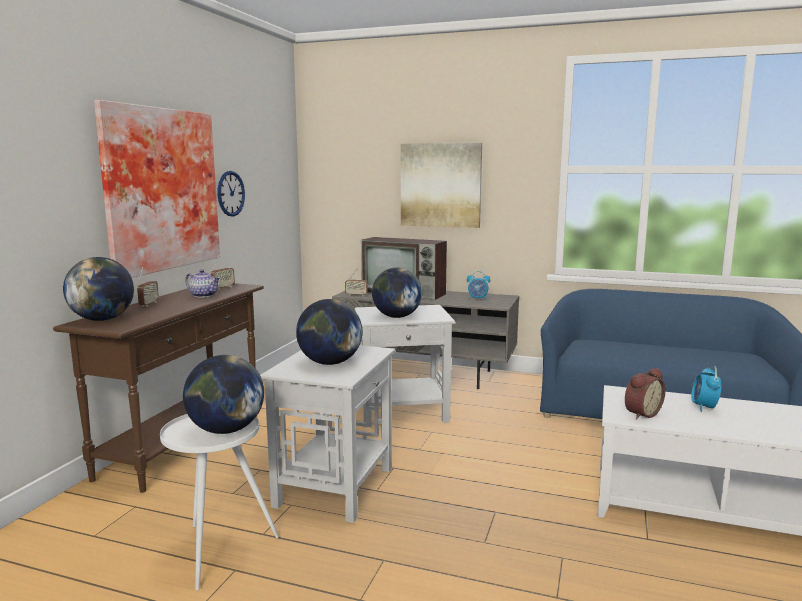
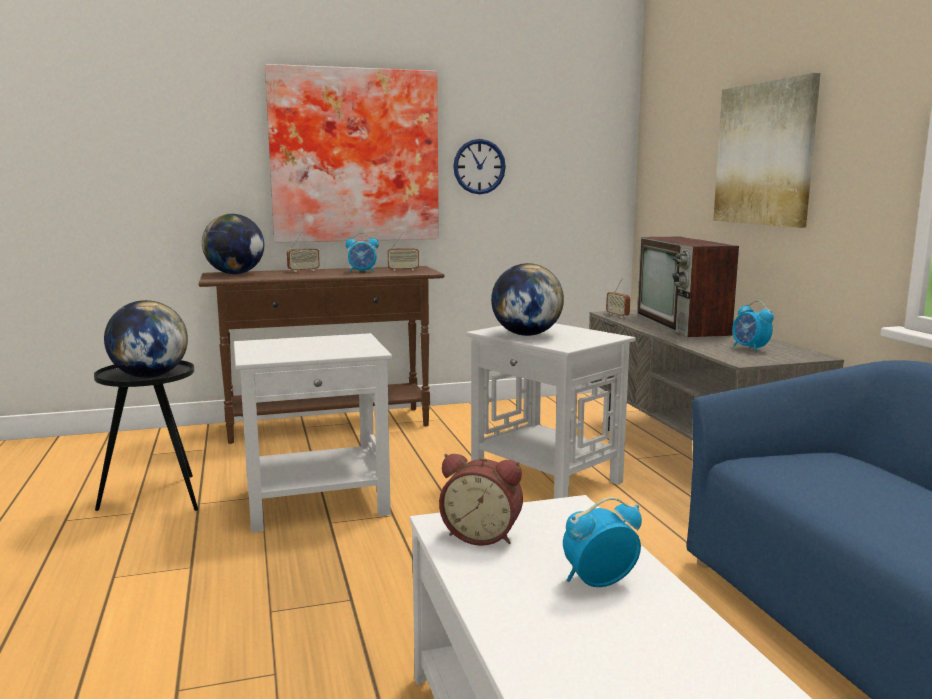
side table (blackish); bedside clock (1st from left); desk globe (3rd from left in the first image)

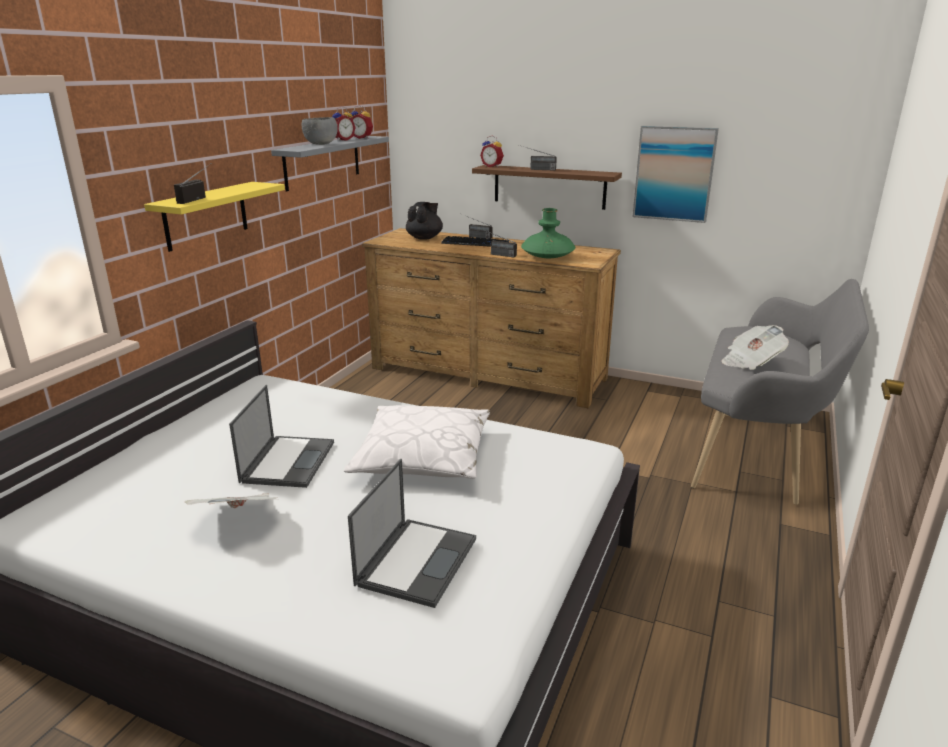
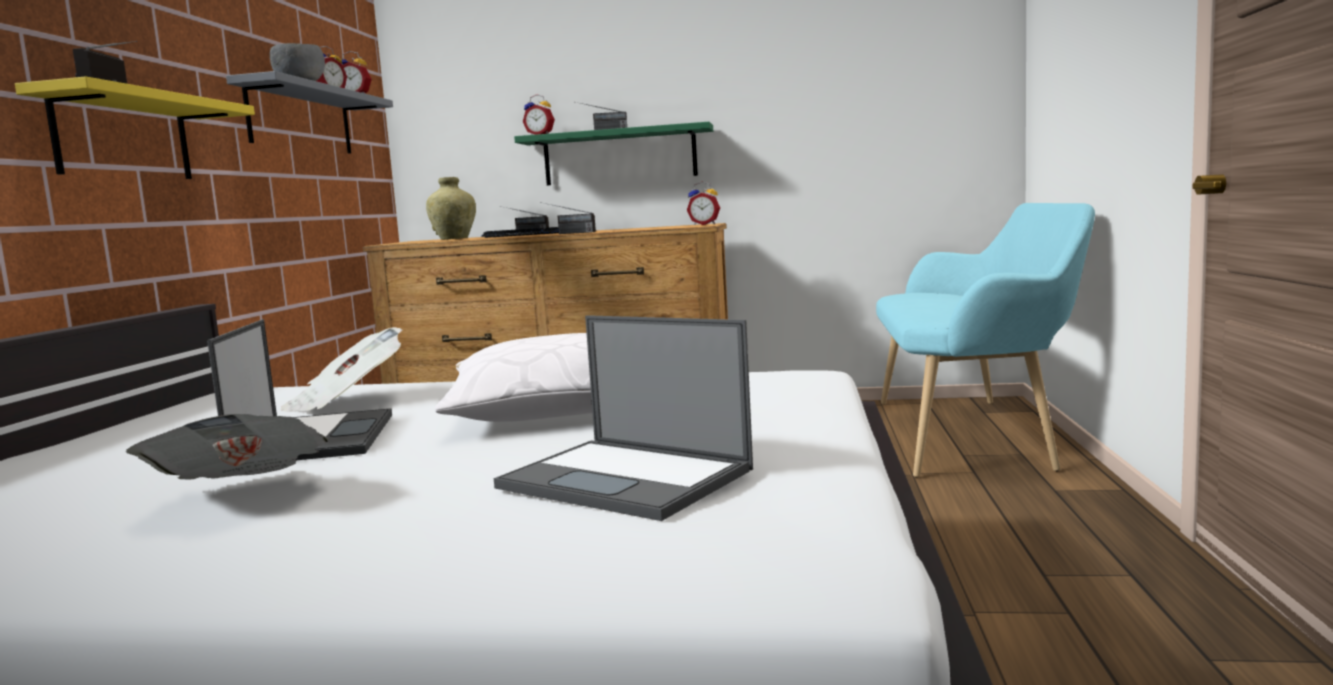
notebook computer (2nd from left); decorative vase (beige); shelf (greenish); decorative vase (greenish); wall art; indoor bench (blue-green); newspaper (2nd from left); bedside clock (4th from left)

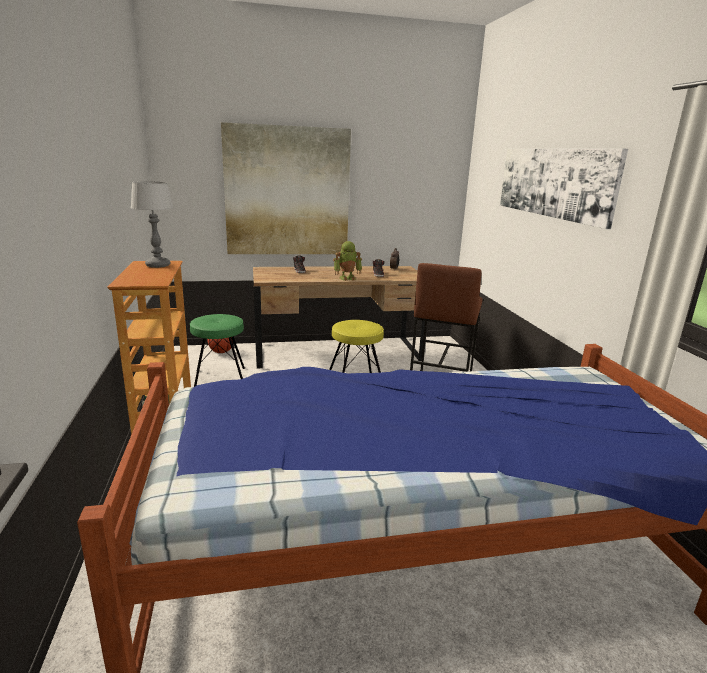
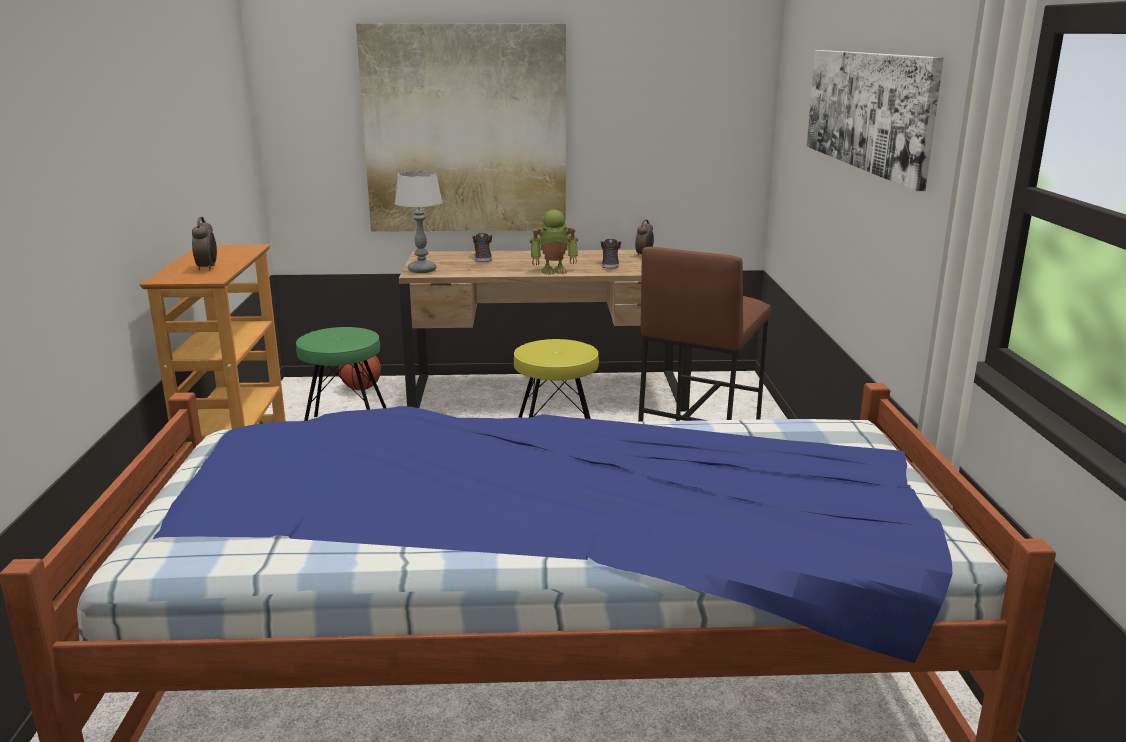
lamp for a table; bedside clock (1st from left)

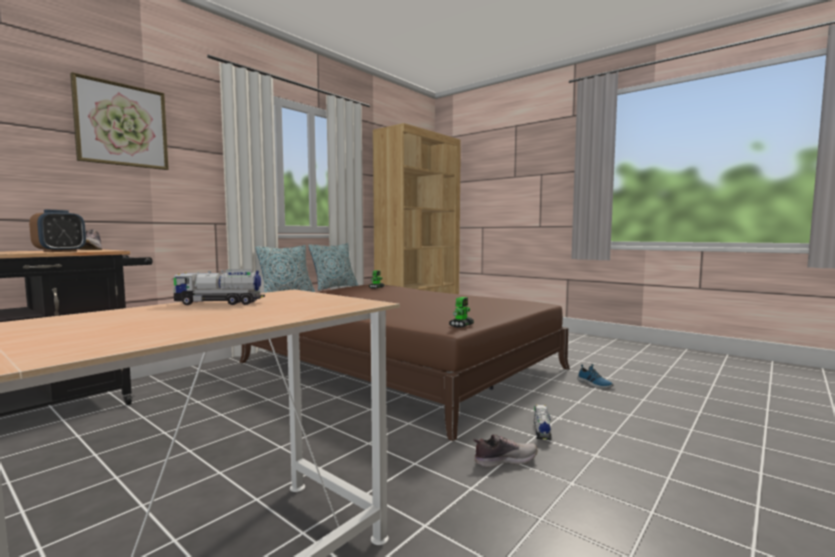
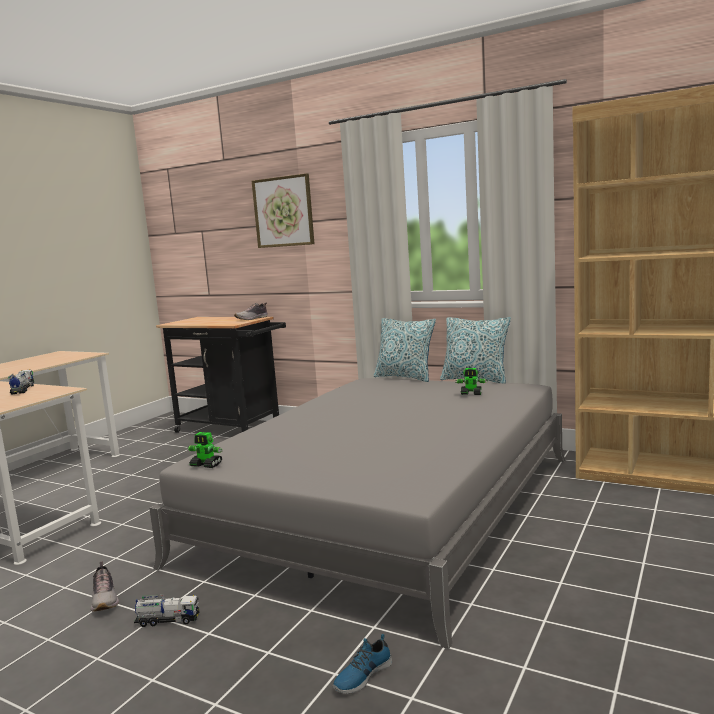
bedside clock; bedroom bed (gray)

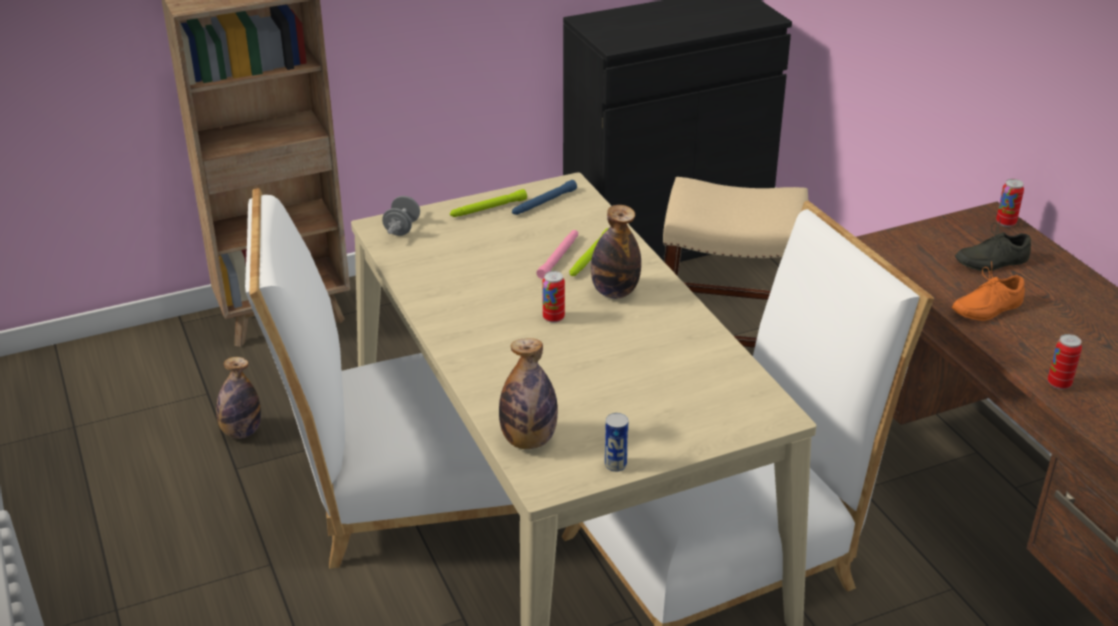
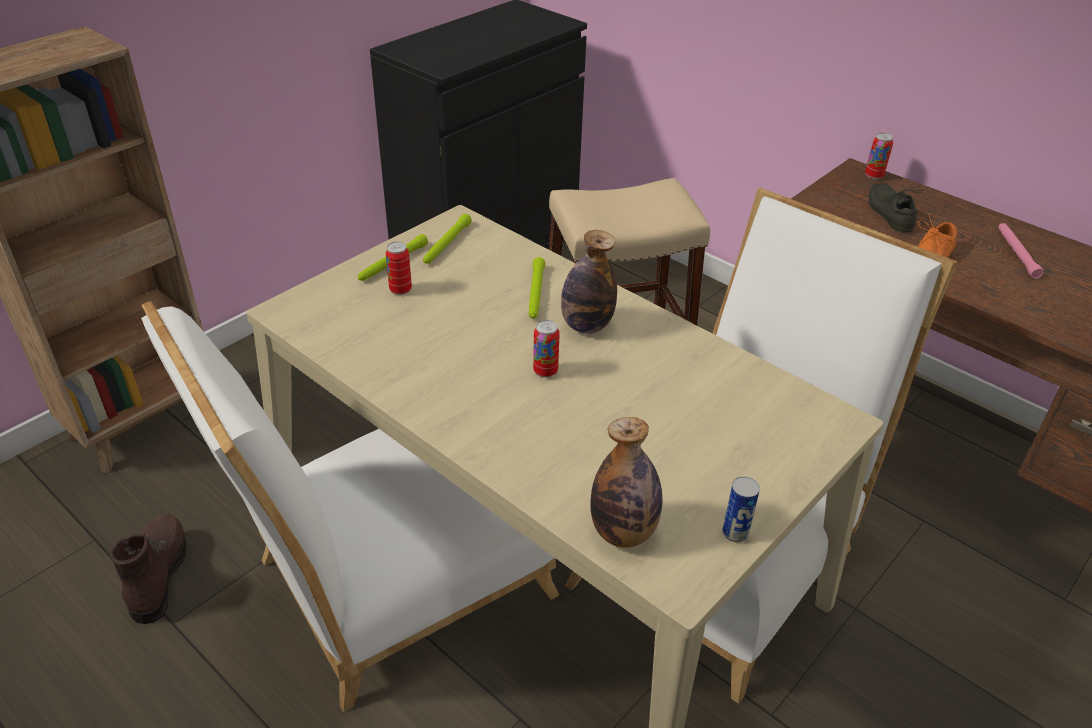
high-top boot (brown); hand weight (gray); flashlight (greenish) (2nd from left); flashlight (pink-coloured); shoe (gray); sealed can (1st from left)

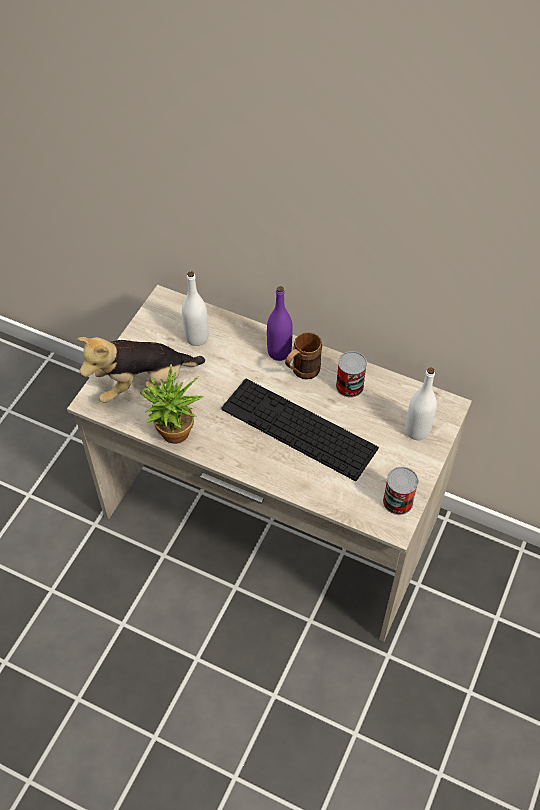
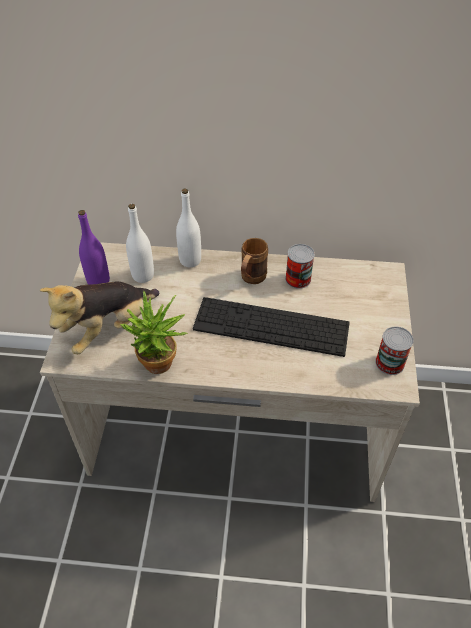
bottle (purplish); bottle (white-coloured) (2nd from left)

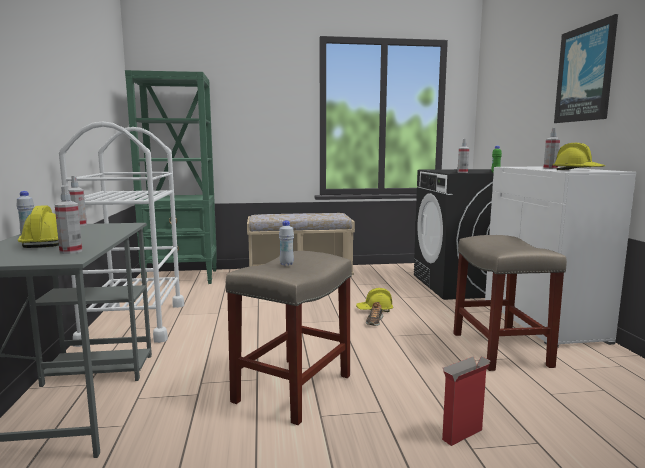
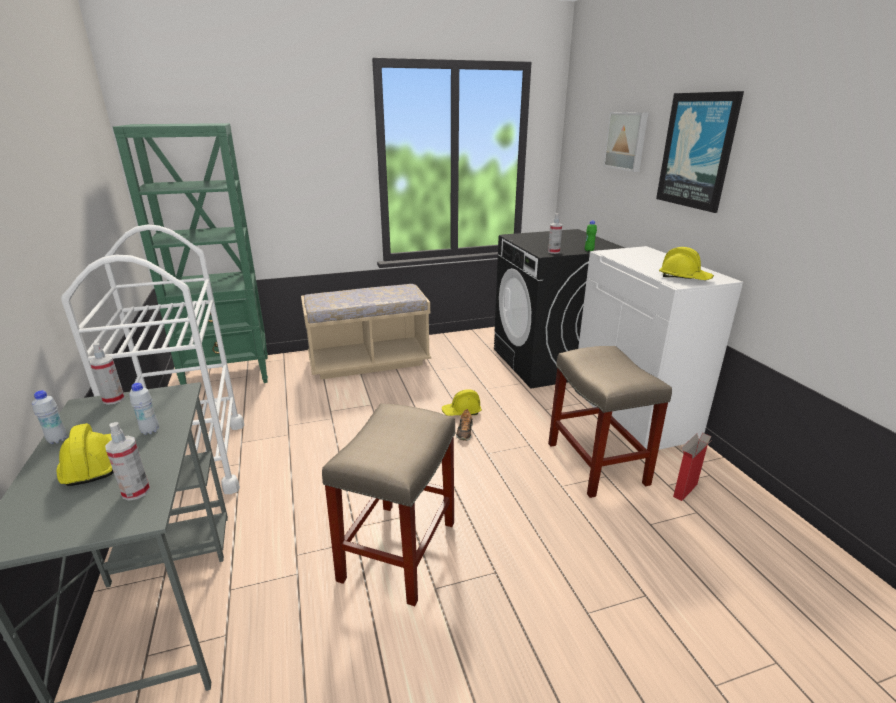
bottle (white-coloured) (2nd from left); carton; spray bottle (4th from left in the first image); wall art (1st from left)

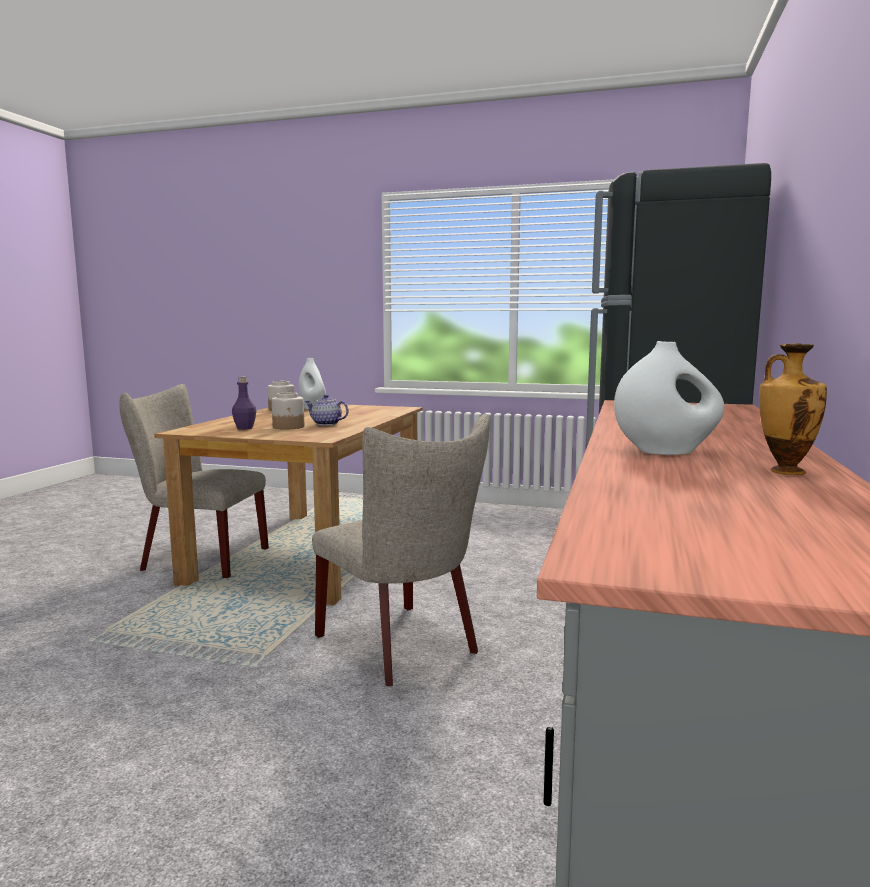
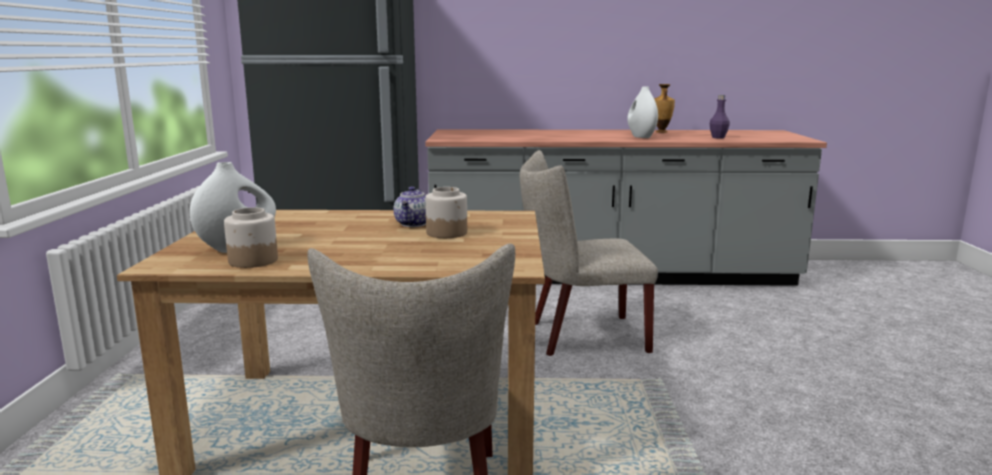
bottle (purplish); upright chair (beige) (2nd from left)

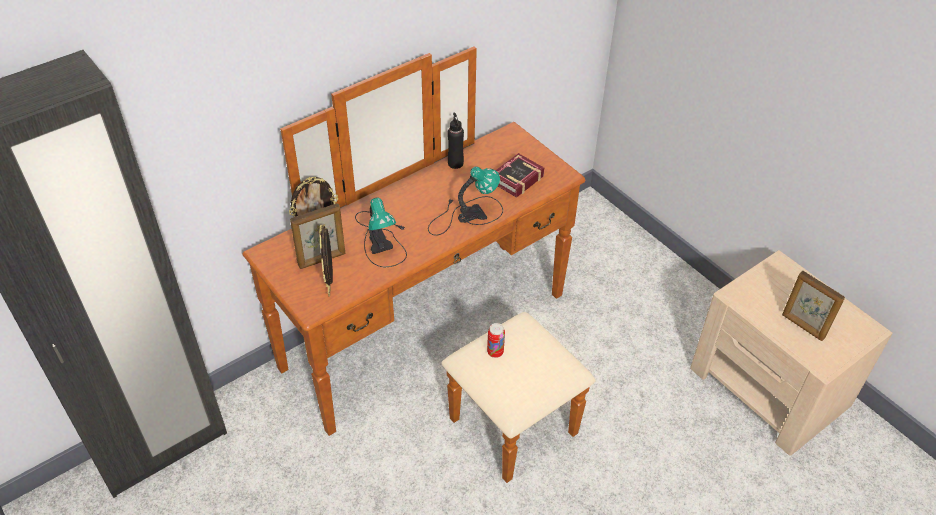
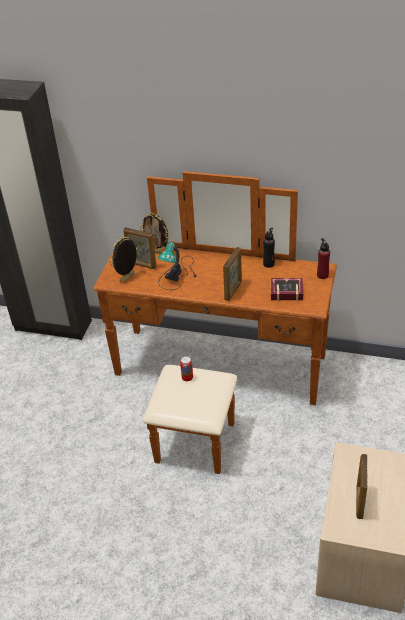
picture frame (4th from left); bottle (red-coloured)

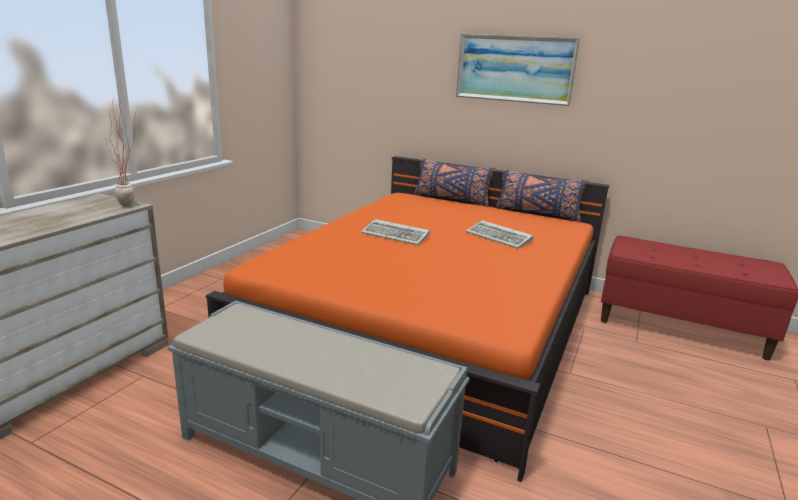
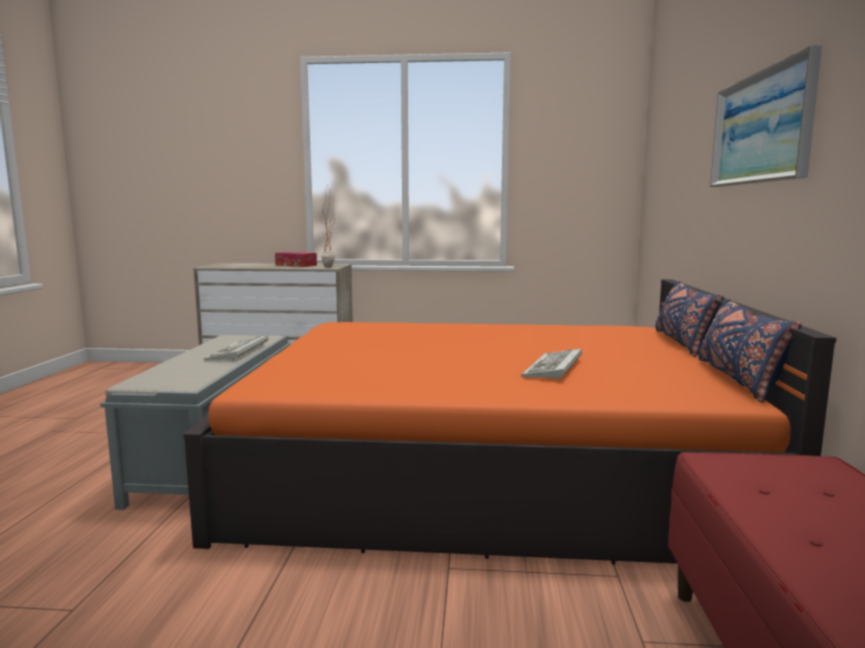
keyboard (1st from left); tissue box

